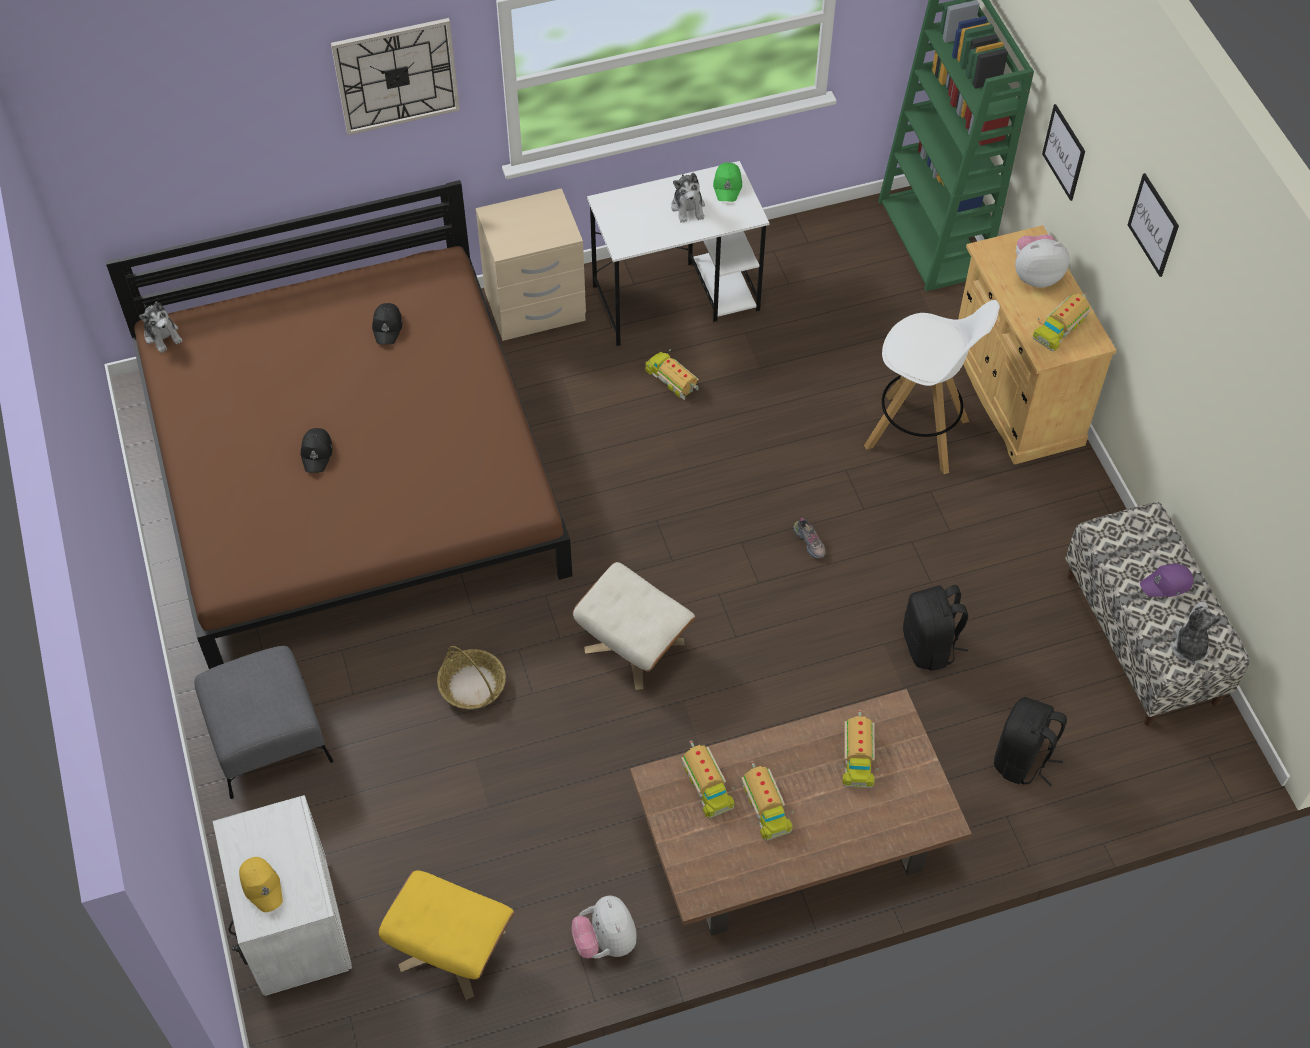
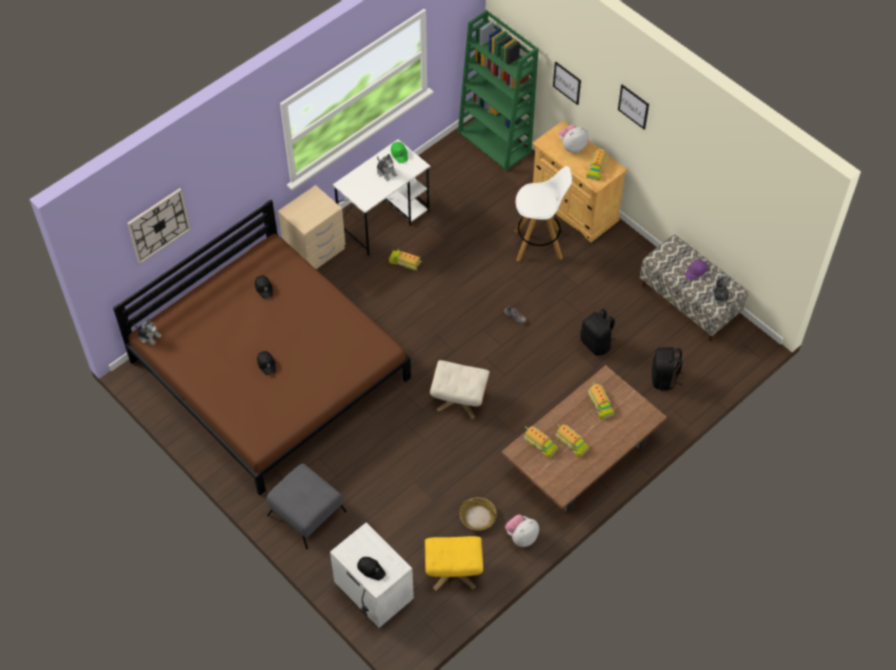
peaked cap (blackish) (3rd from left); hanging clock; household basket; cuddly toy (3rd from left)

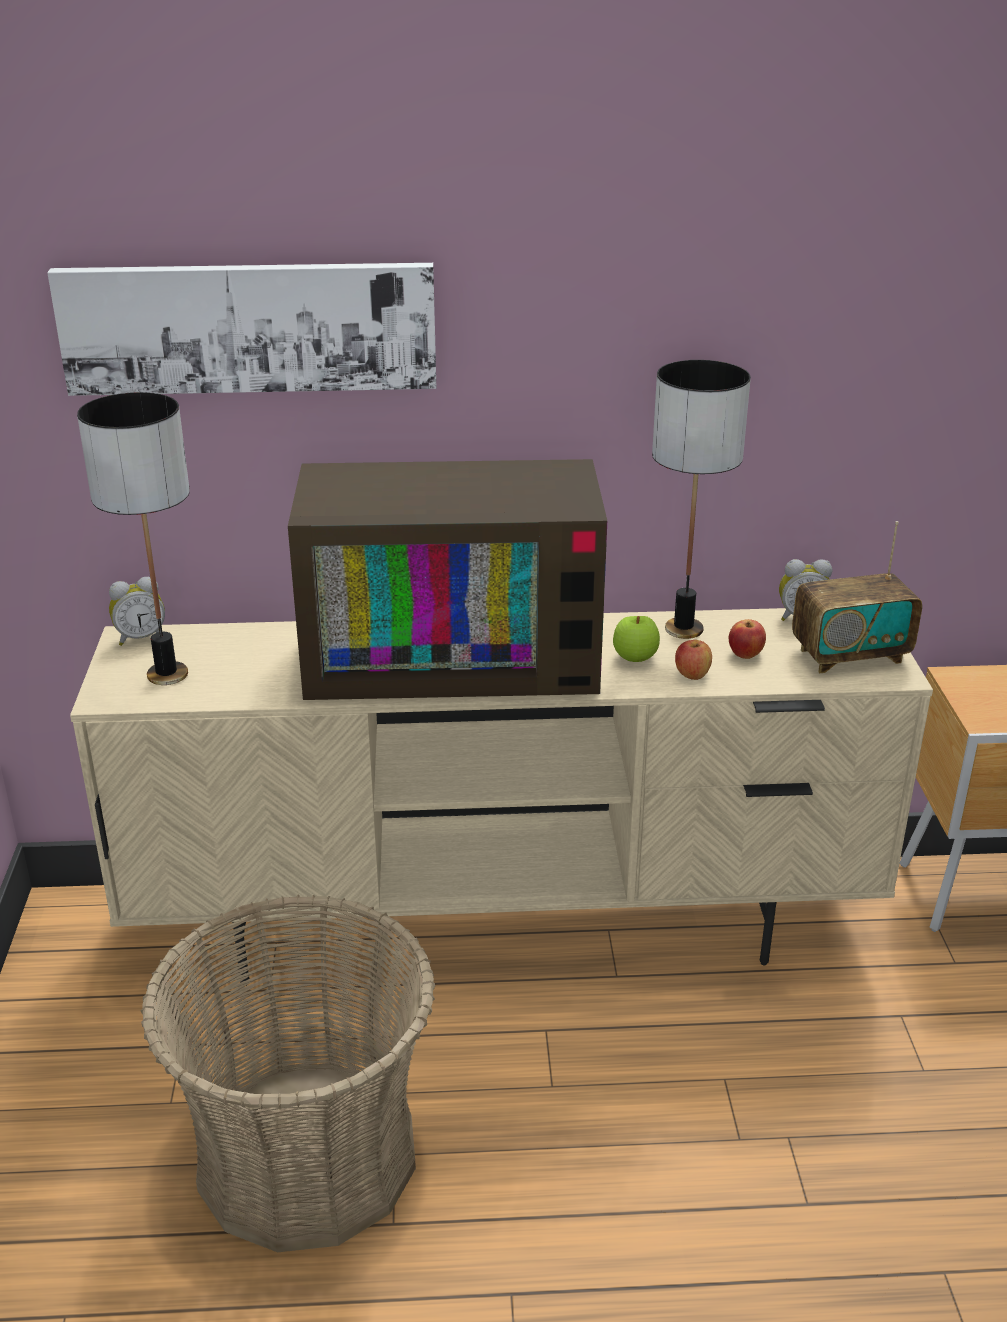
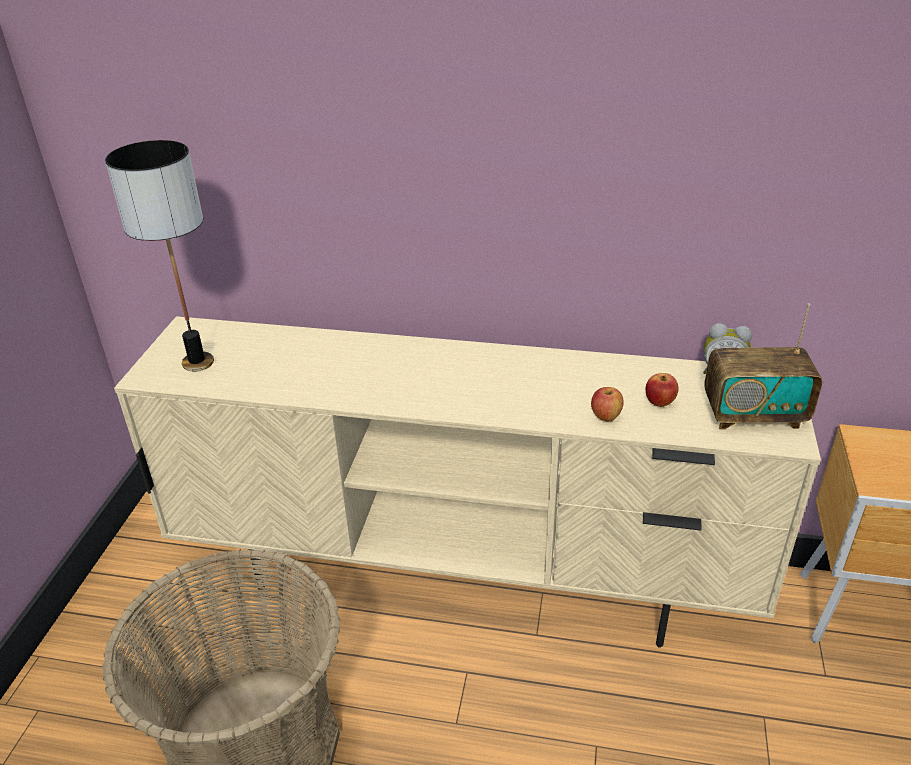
wall art; bedside clock (1st from left in the first image); television; whole apple (1st from left in the first image); lamp for a table (2nd from left in the first image)

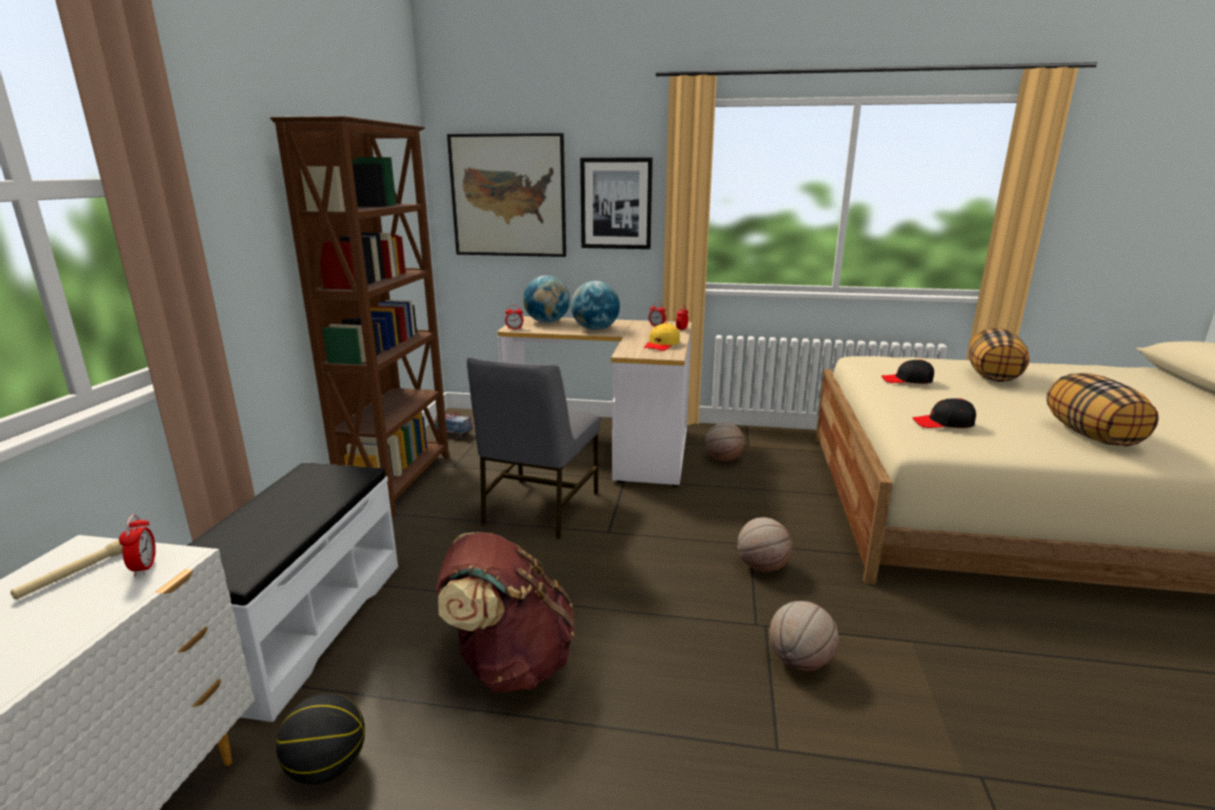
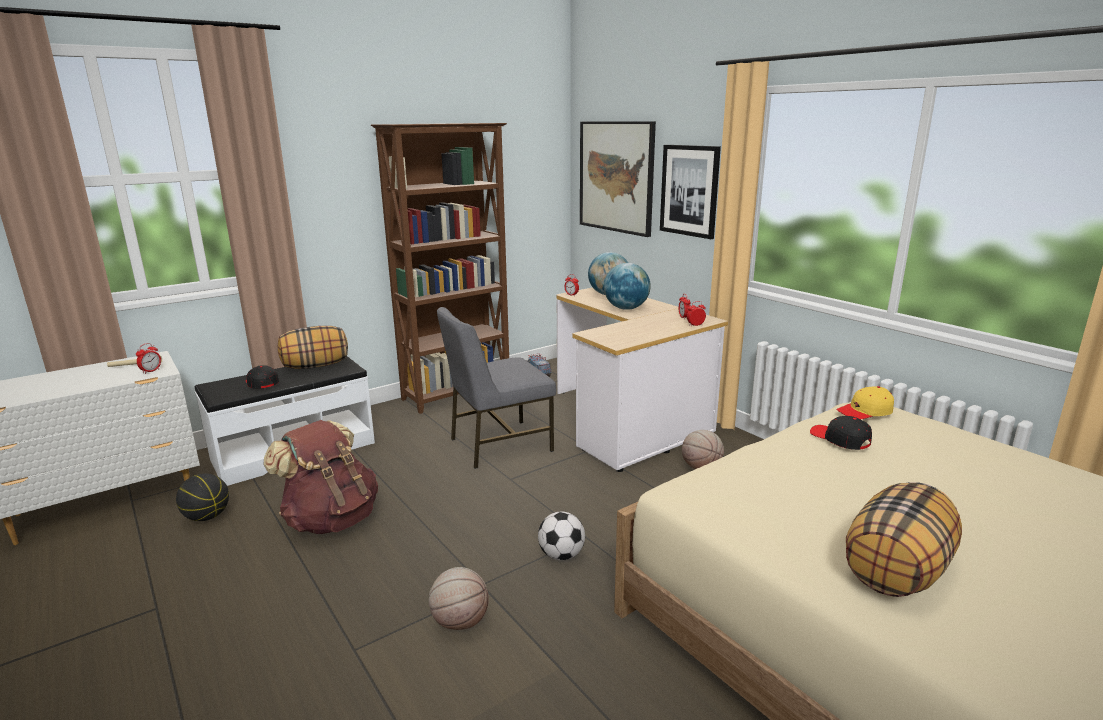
peaked cap (yellowish); football ball; peaked cap (blackish) (1st from left); pillow (1st from left)

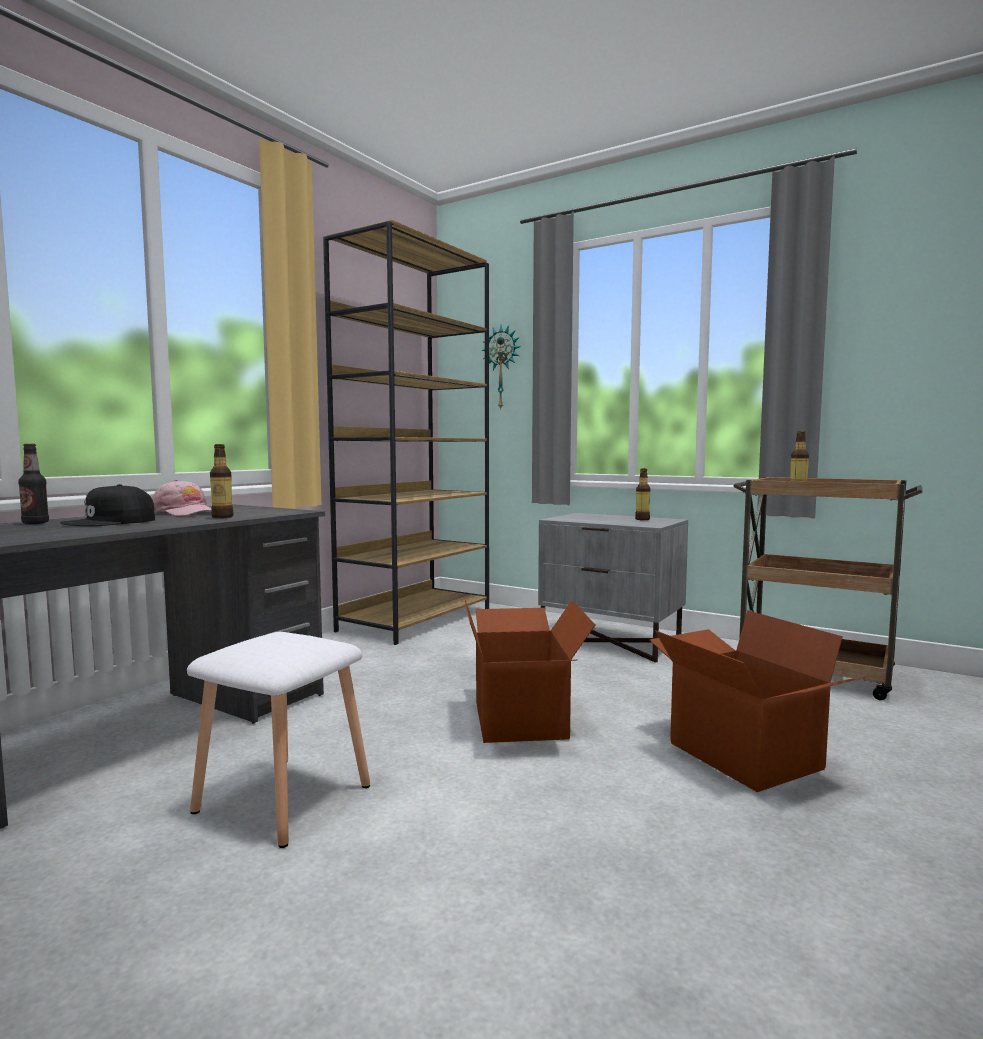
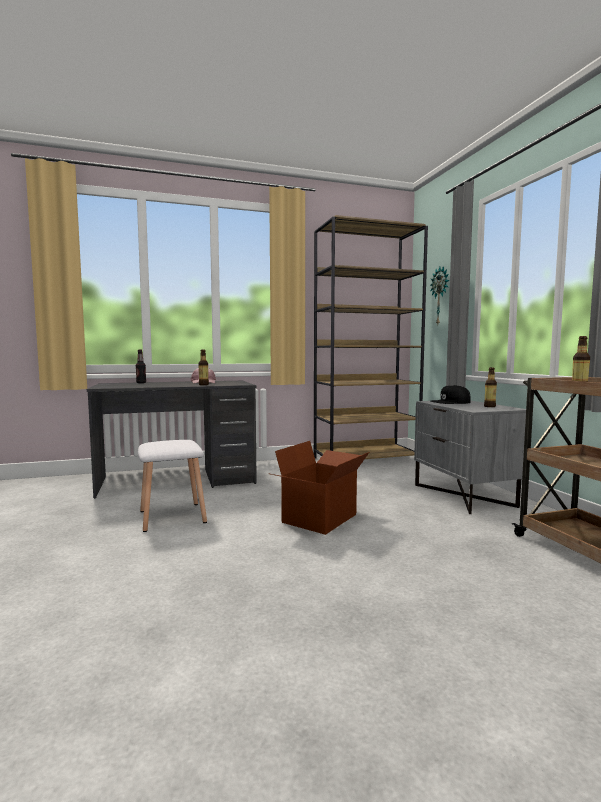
peaked cap (blackish); carton (2nd from left in the first image)

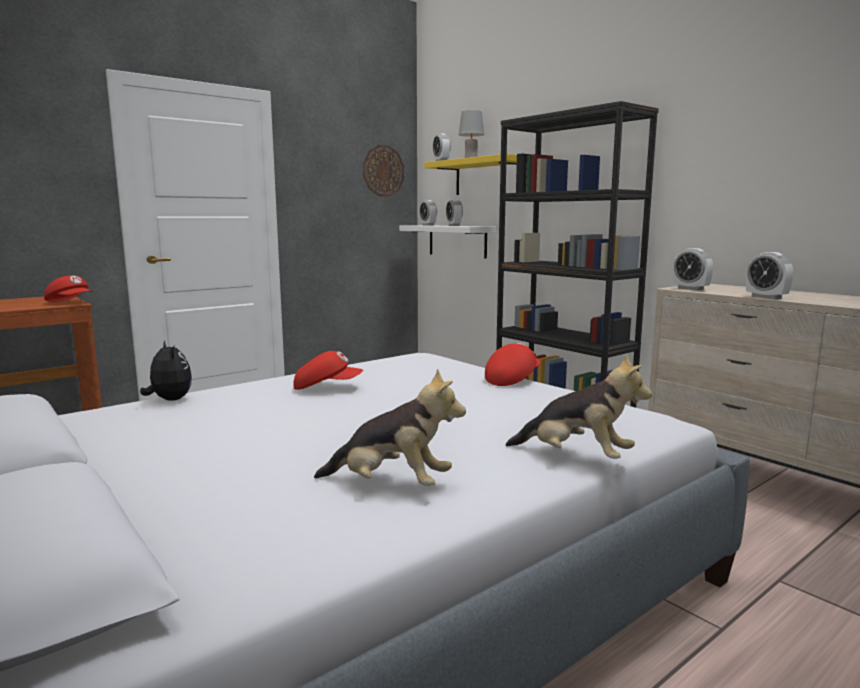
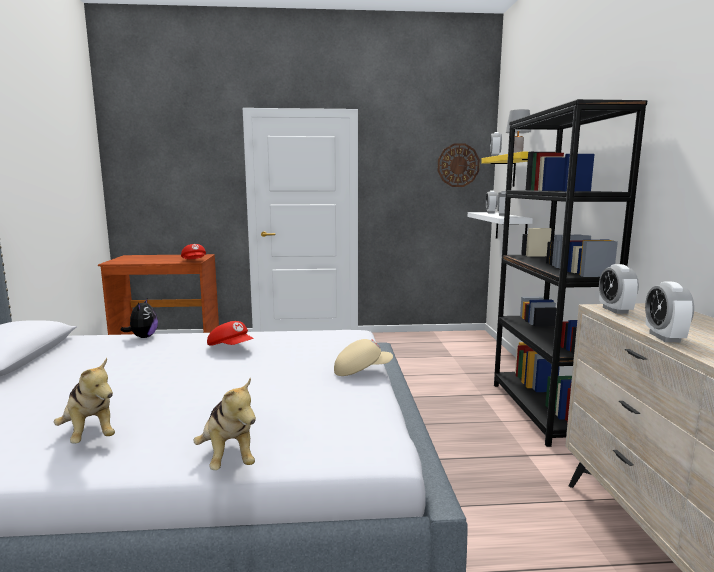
peaked cap (beige)

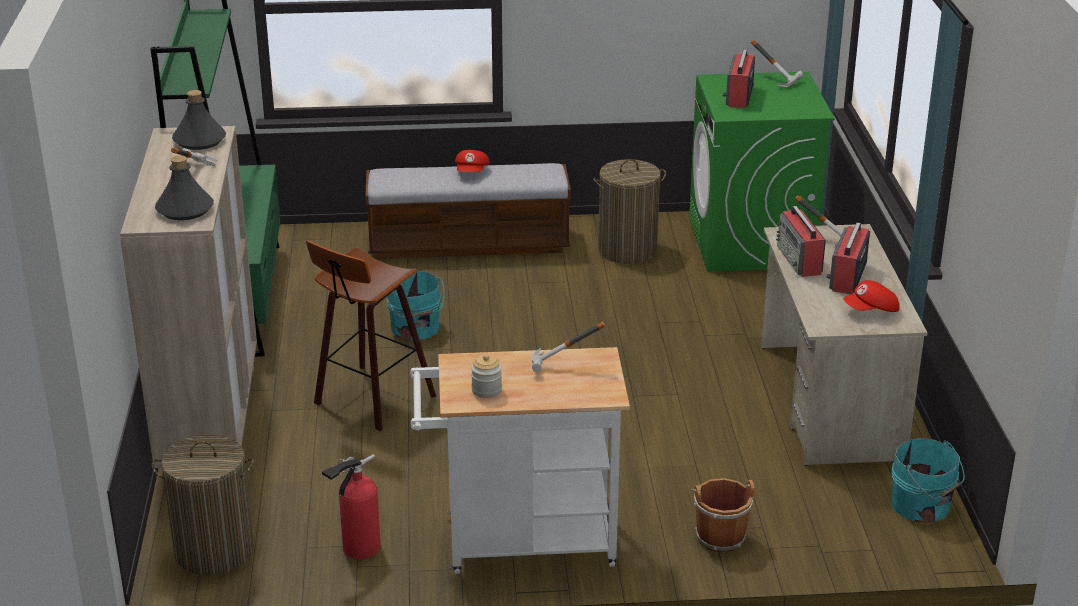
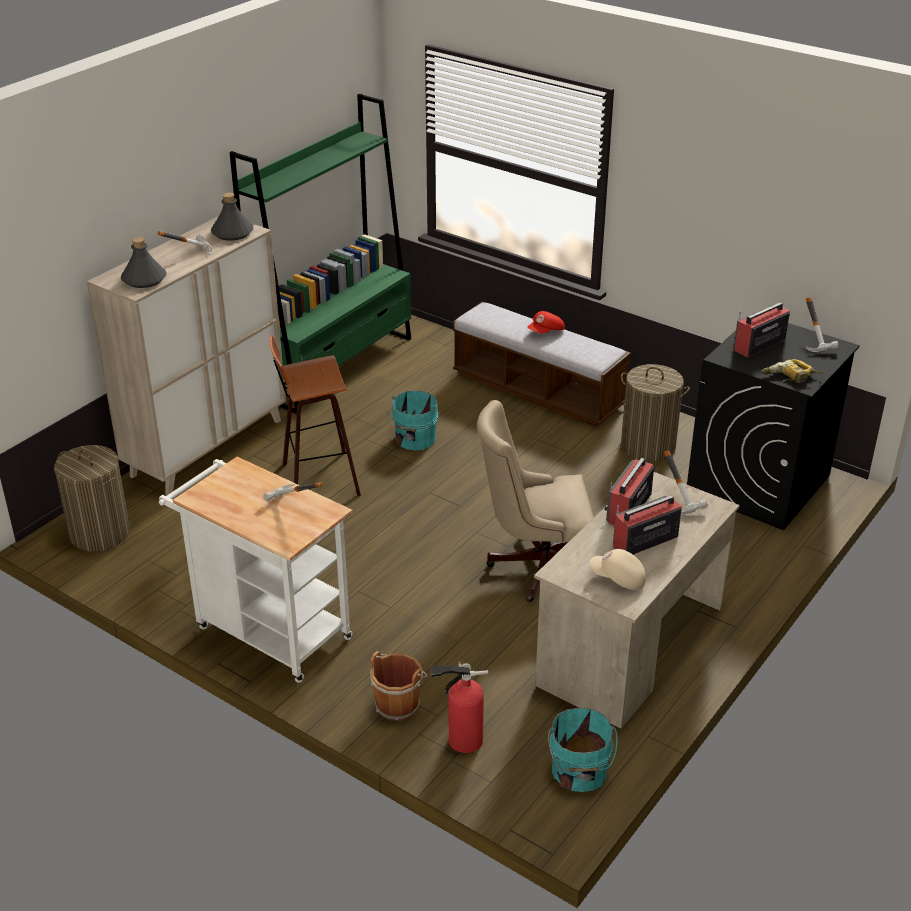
fire-fighting cylinder; preserve jar; washing machine (blackish); peaked cap (beige); computer chair (beige); electric drill

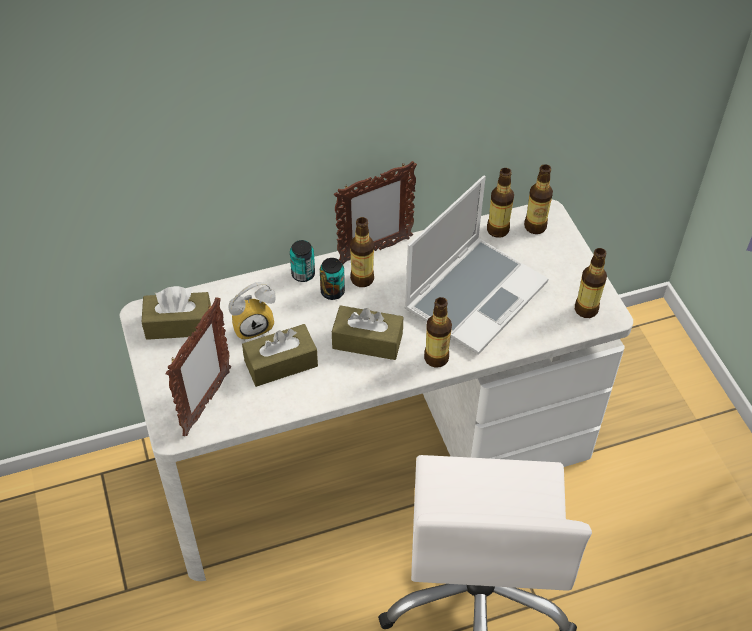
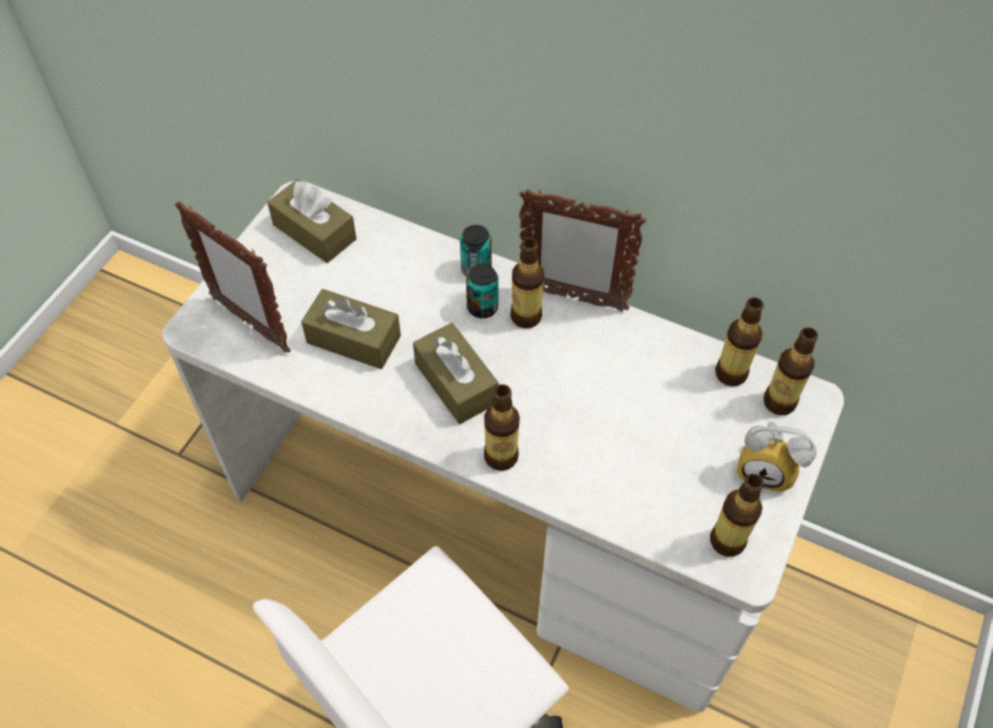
picture frame (1st from left); bedside clock; notebook computer

